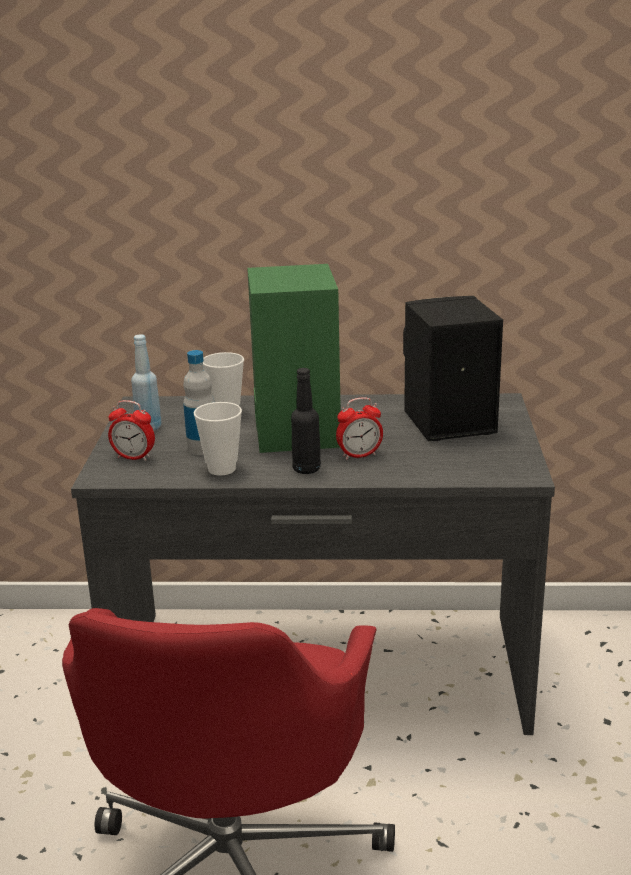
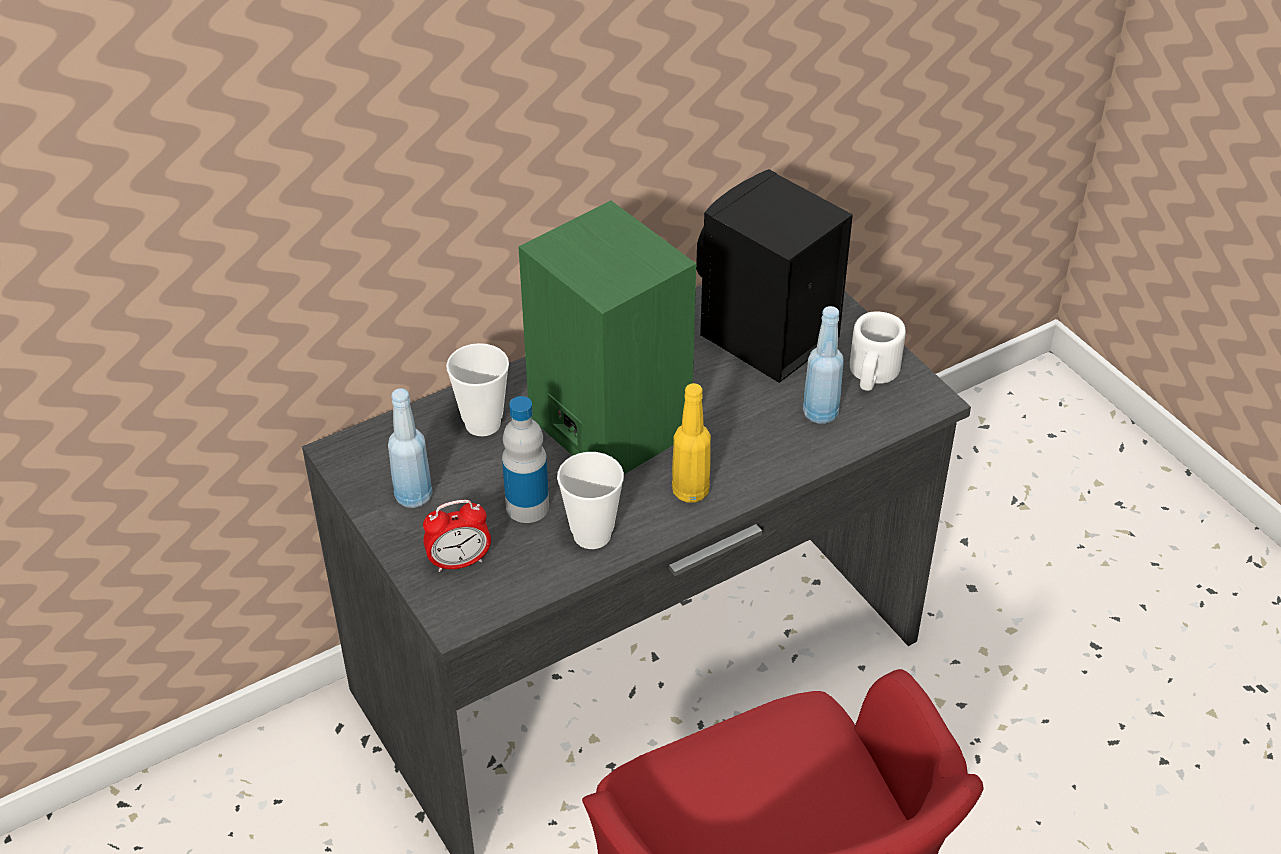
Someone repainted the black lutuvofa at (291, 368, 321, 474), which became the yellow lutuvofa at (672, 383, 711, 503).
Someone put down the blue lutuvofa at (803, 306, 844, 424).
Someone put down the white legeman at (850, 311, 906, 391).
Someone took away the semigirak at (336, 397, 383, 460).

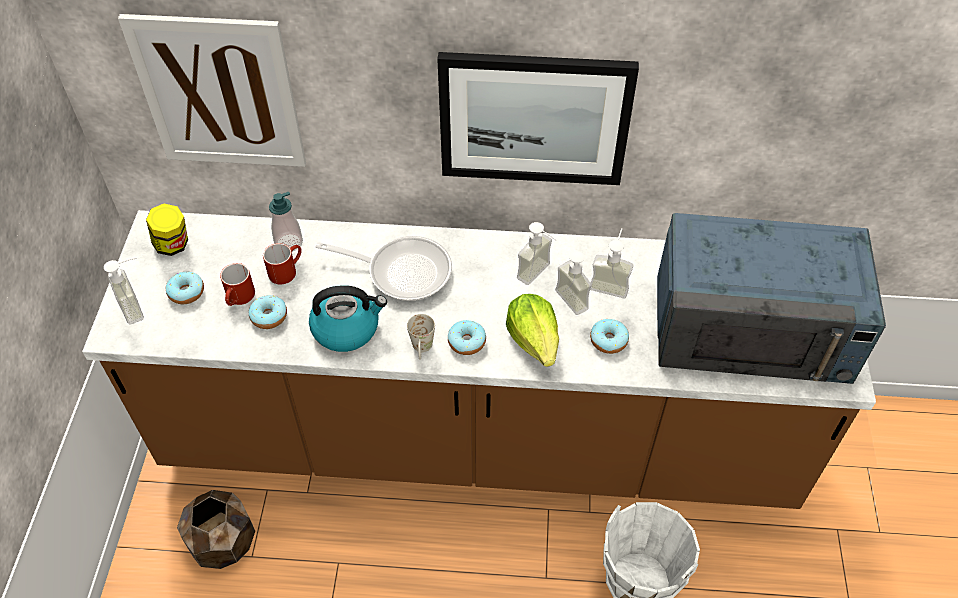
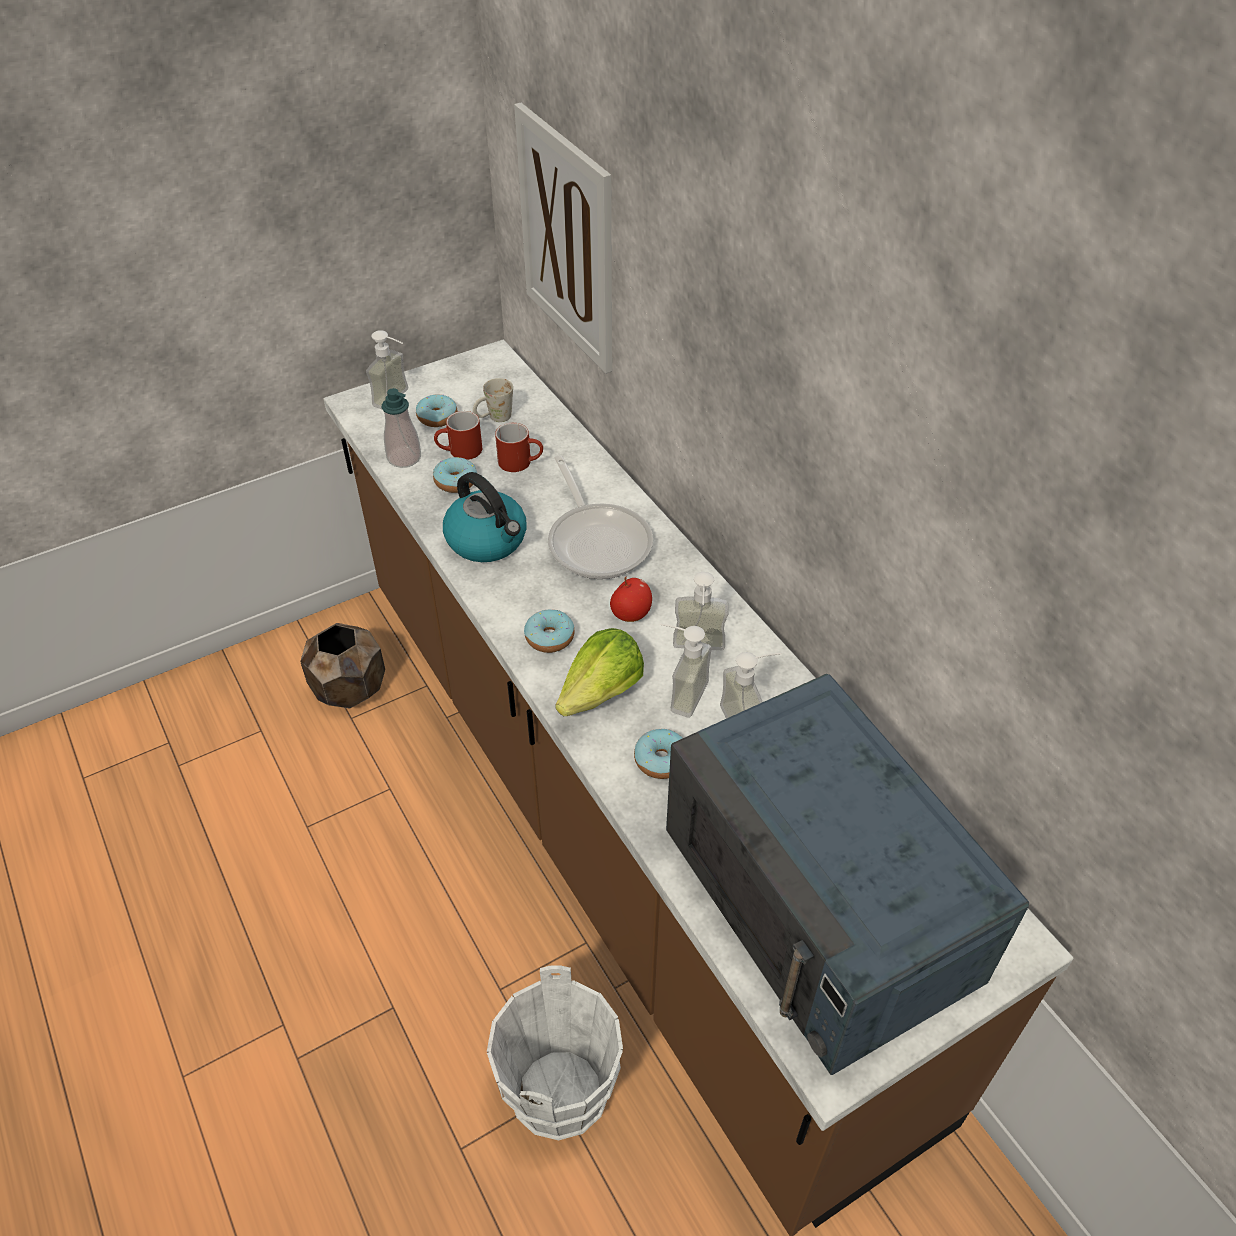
Someone carried the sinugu from (269, 192, 303, 252) to (382, 388, 421, 468).
Someone carried the white legeman from (407, 314, 435, 360) to (473, 378, 513, 422).
Someone put down the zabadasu at (610, 577, 652, 622).
Someone took away the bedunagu at (146, 204, 188, 256).
Someone took away the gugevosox at (437, 52, 639, 185).

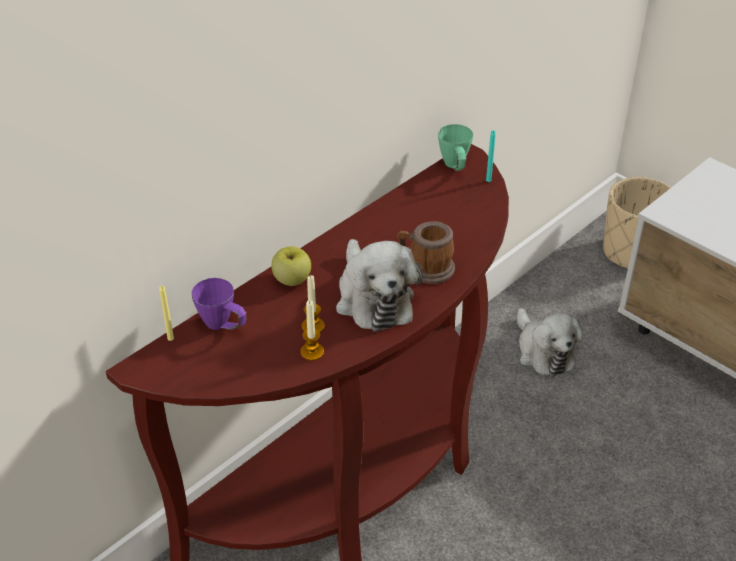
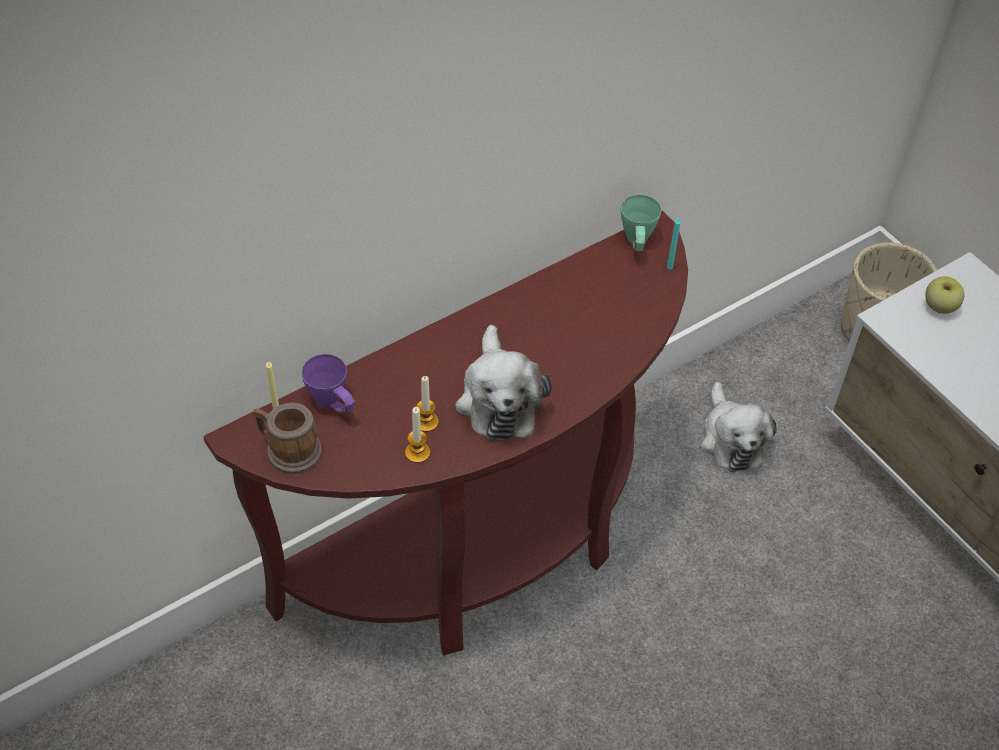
Someone carried the legeman from (397, 221, 455, 284) to (253, 403, 322, 474).
Someone carried the zabadasu from (272, 246, 311, 286) to (926, 276, 964, 314).

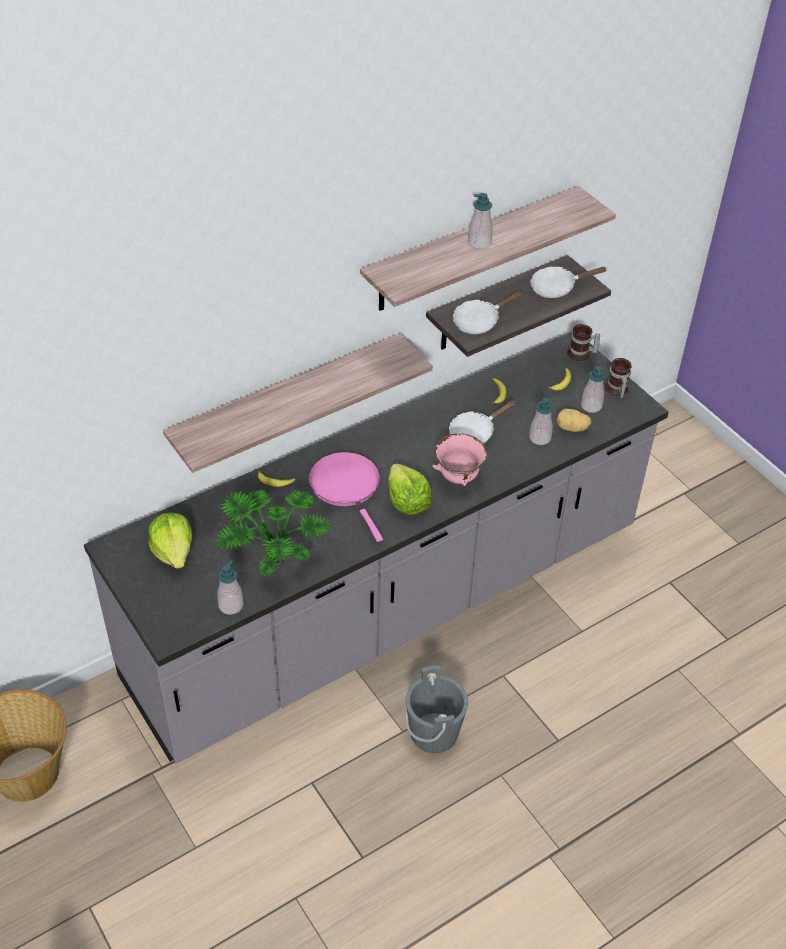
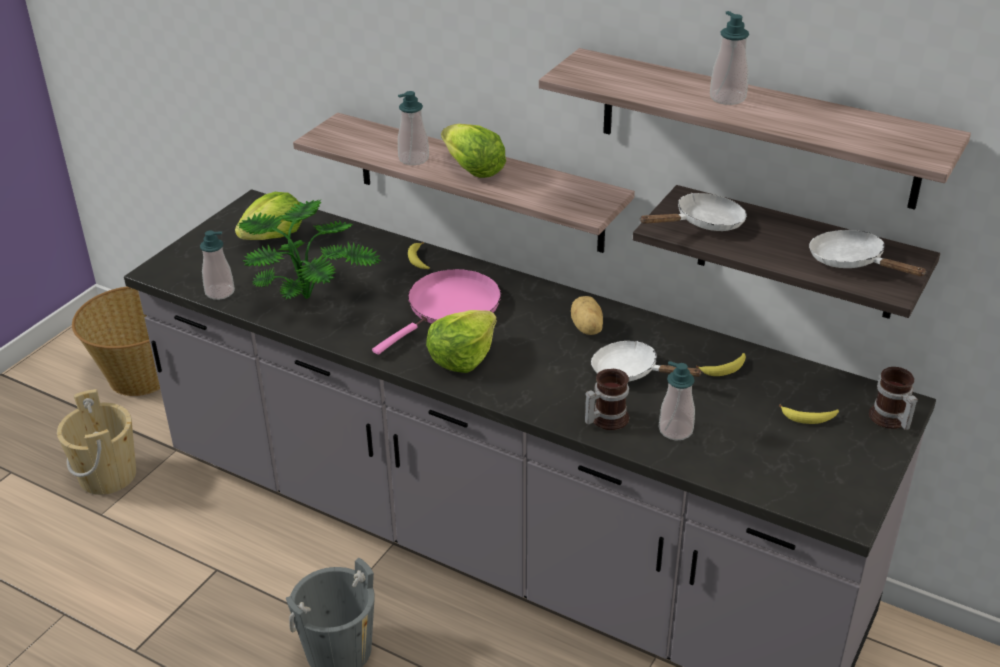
Someone put down the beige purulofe at (57, 389, 136, 495).
Someone carried the sinugu from (581, 366, 605, 413) to (398, 91, 429, 165).
Someone put down the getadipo at (441, 124, 506, 178).
Someone carried the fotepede from (556, 409, 591, 432) to (571, 296, 603, 335).
Someone carried the legeman from (605, 358, 632, 398) to (585, 369, 629, 430).
Someone rotated the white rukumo at (452, 290, 524, 334) by 120 degrees clockwise.
Someone took away the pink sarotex at (433, 433, 488, 486).

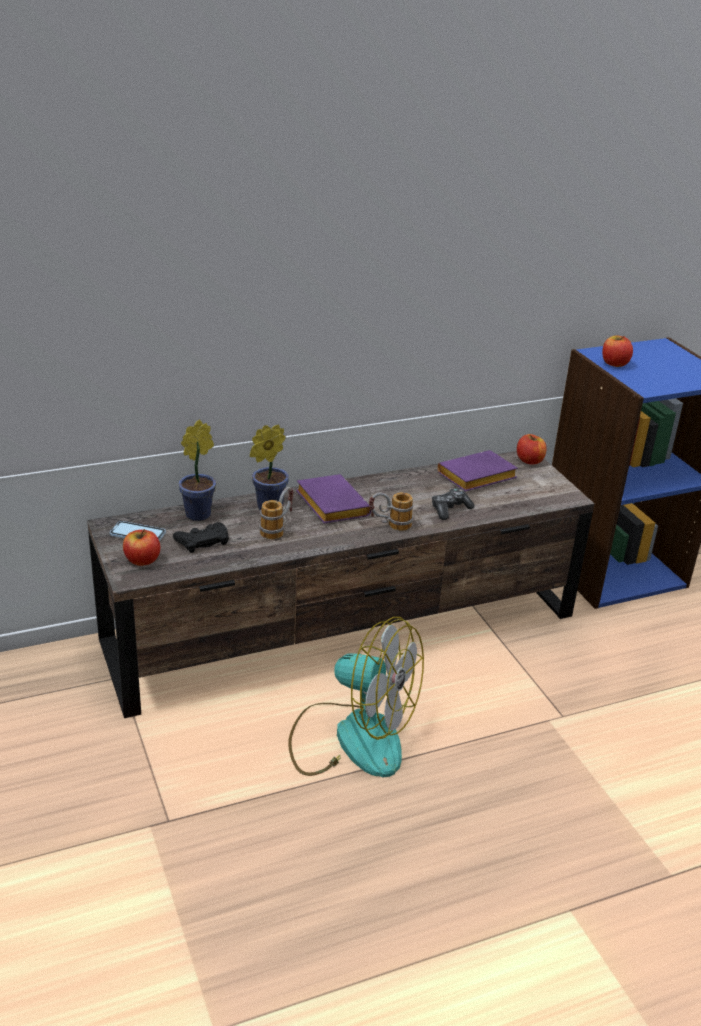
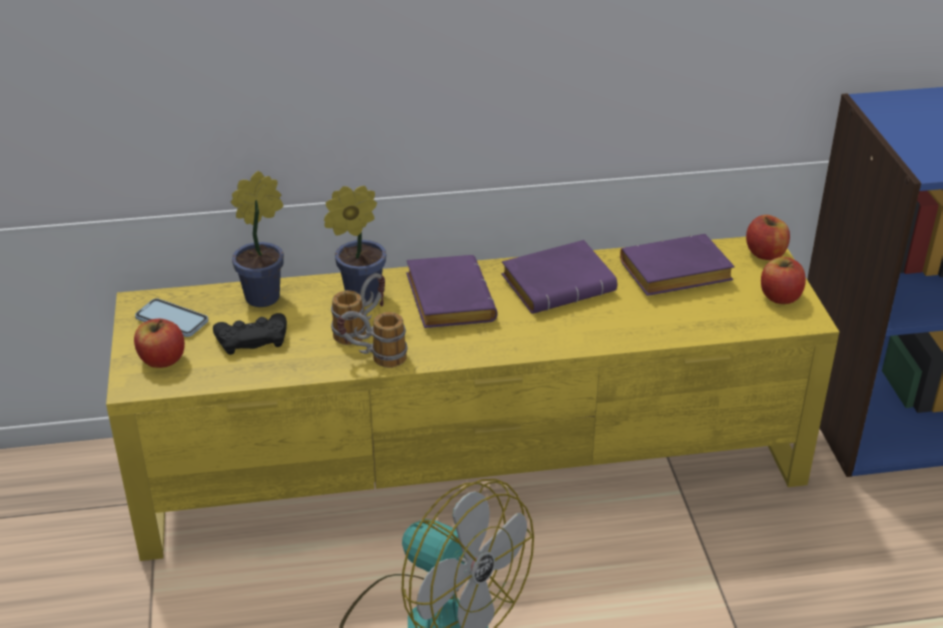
Someone repainted the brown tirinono at (87, 451, 595, 718), which became the yellow tirinono at (106, 237, 839, 561).
Someone carried the legeman from (369, 492, 414, 531) to (337, 311, 407, 368).
Someone put down the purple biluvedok at (501, 240, 617, 314).
Someone carried the zabadasu from (602, 335, 633, 367) to (761, 257, 806, 304).
Someone took away the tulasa at (432, 488, 475, 520).

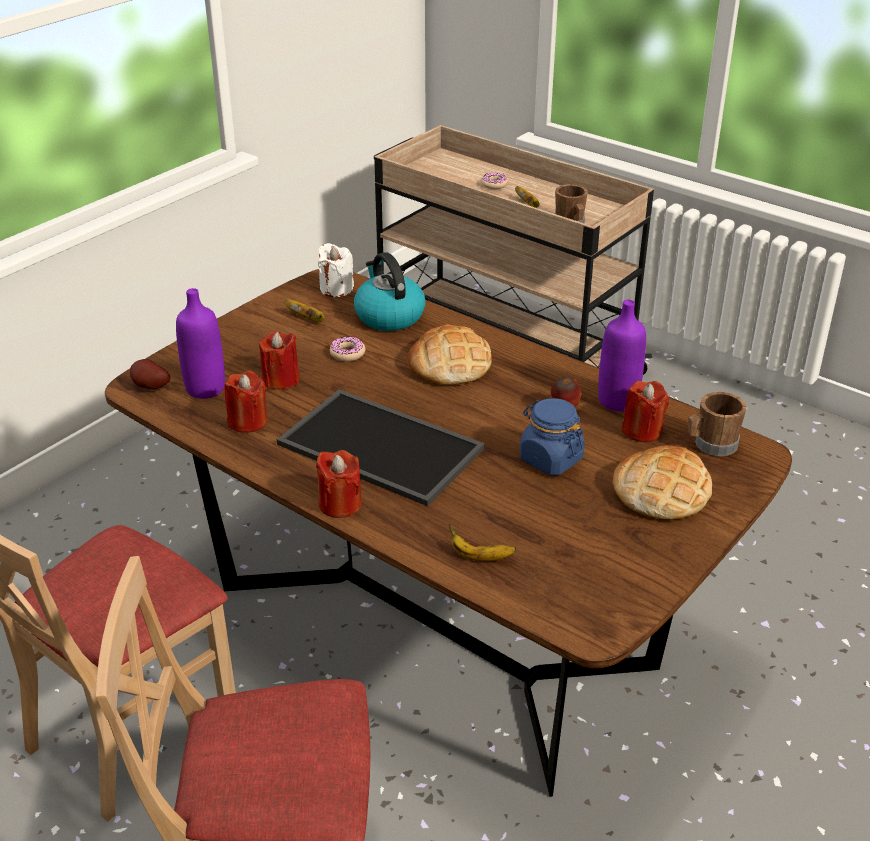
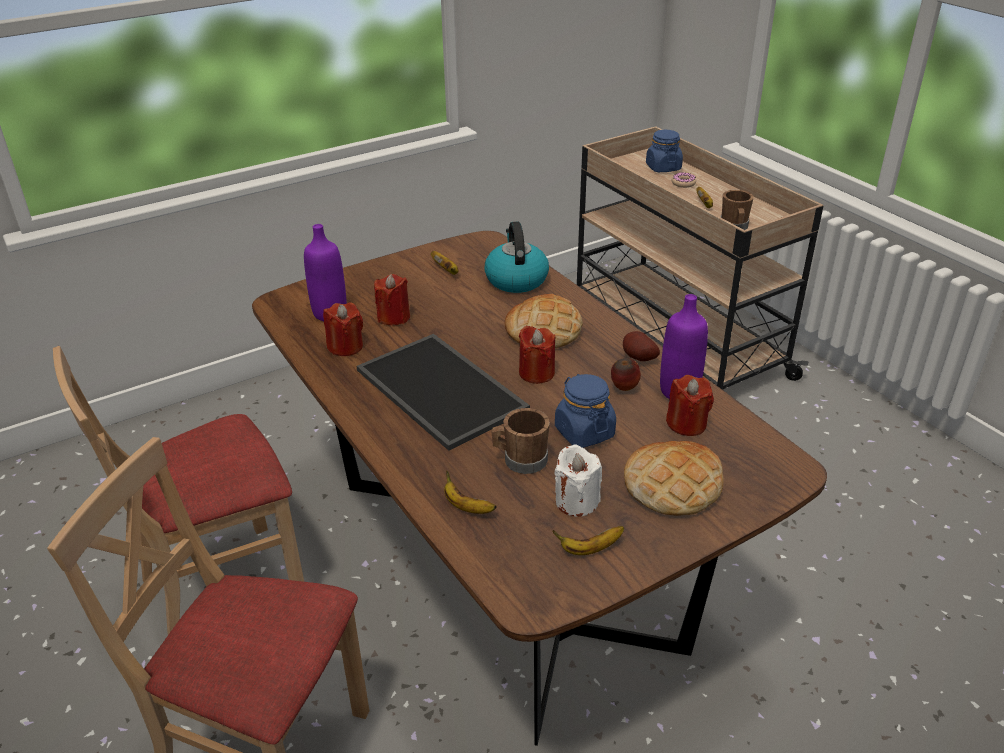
Someone carried the brown legeman from (687, 392, 747, 456) to (492, 408, 550, 474).
Someone carried the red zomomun from (316, 450, 362, 518) to (519, 326, 555, 384).
Someone put down the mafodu at (552, 526, 624, 555).
Someone carried the white zomomun from (318, 243, 354, 297) to (555, 444, 602, 517).
Someone carried the fotepede from (130, 359, 170, 390) to (623, 331, 660, 361).
Someone put down the blue bedunagu at (646, 130, 683, 172).
Someone took away the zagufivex at (330, 336, 365, 362).

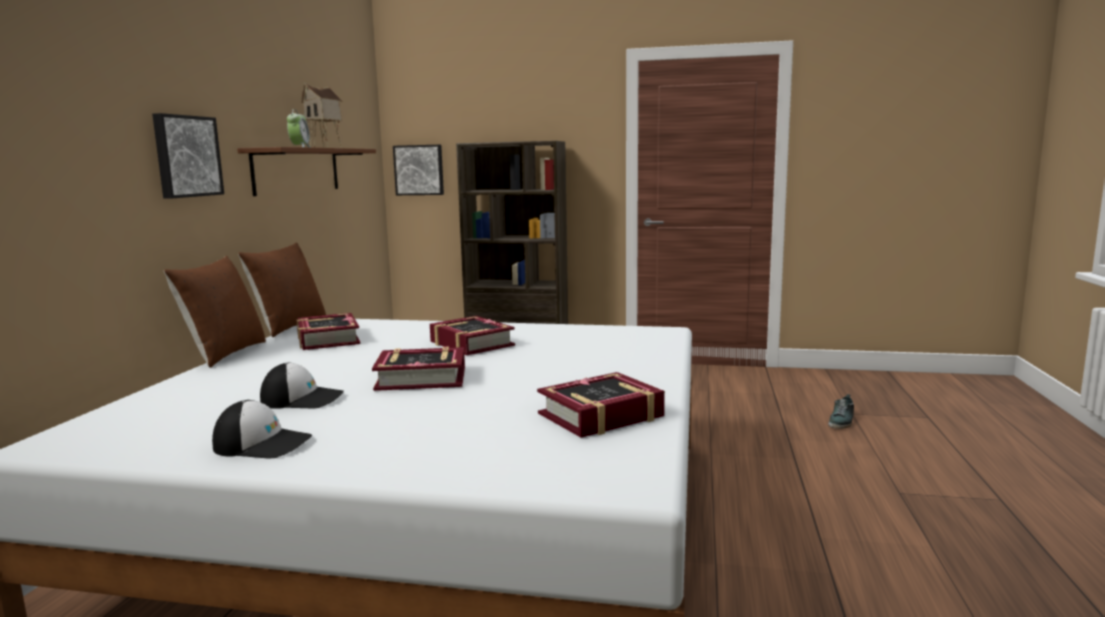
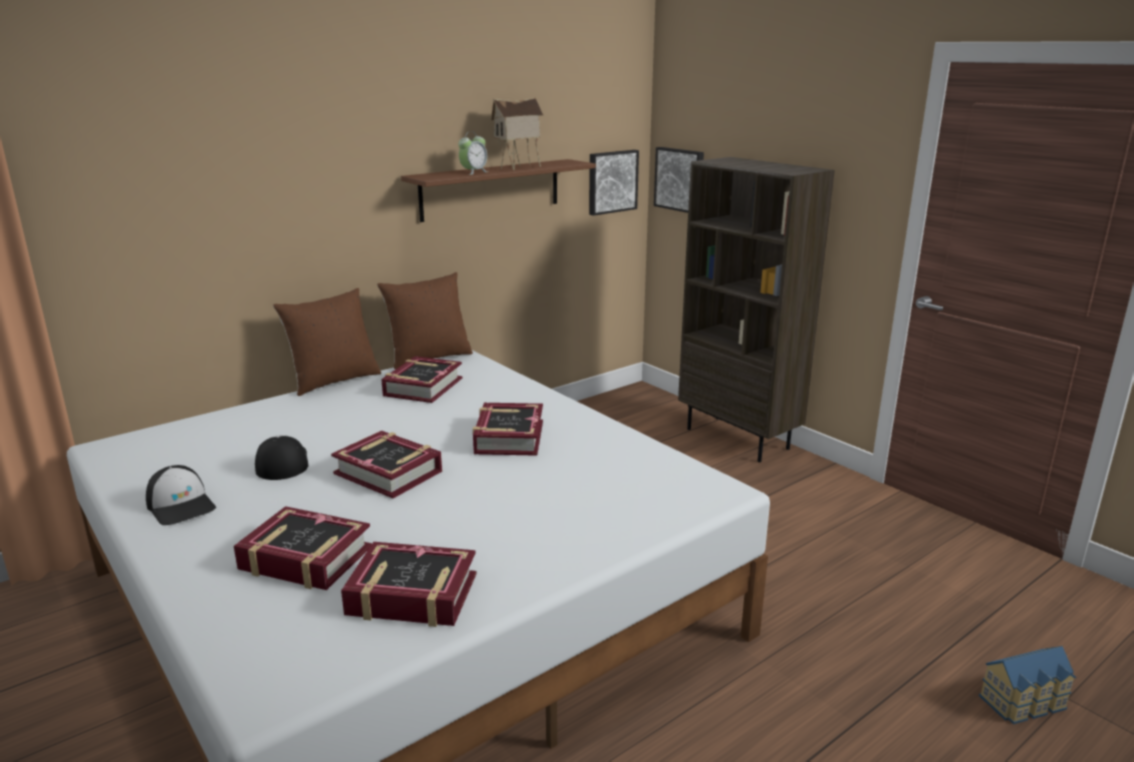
Someone put down the biluvedok at (234, 506, 372, 590).
Someone rotated the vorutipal at (260, 363, 344, 409) by 150 degrees counterclockwise.
Someone carried the gugevosox from (152, 113, 224, 199) to (589, 150, 639, 216).
Someone swapped the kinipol at (828, 394, 854, 429) for the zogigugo at (979, 646, 1076, 724).

